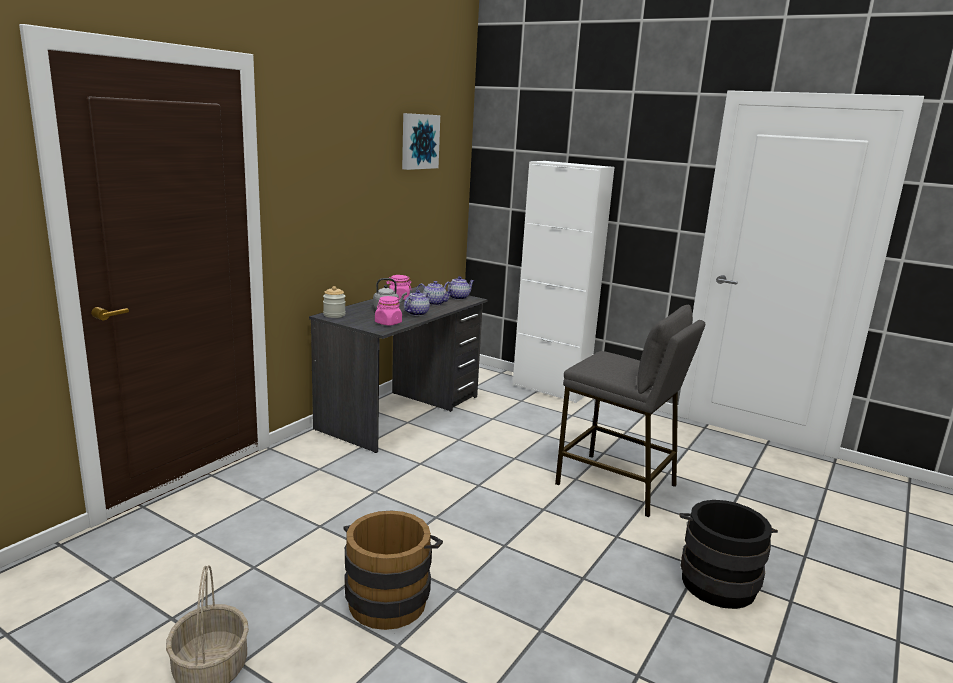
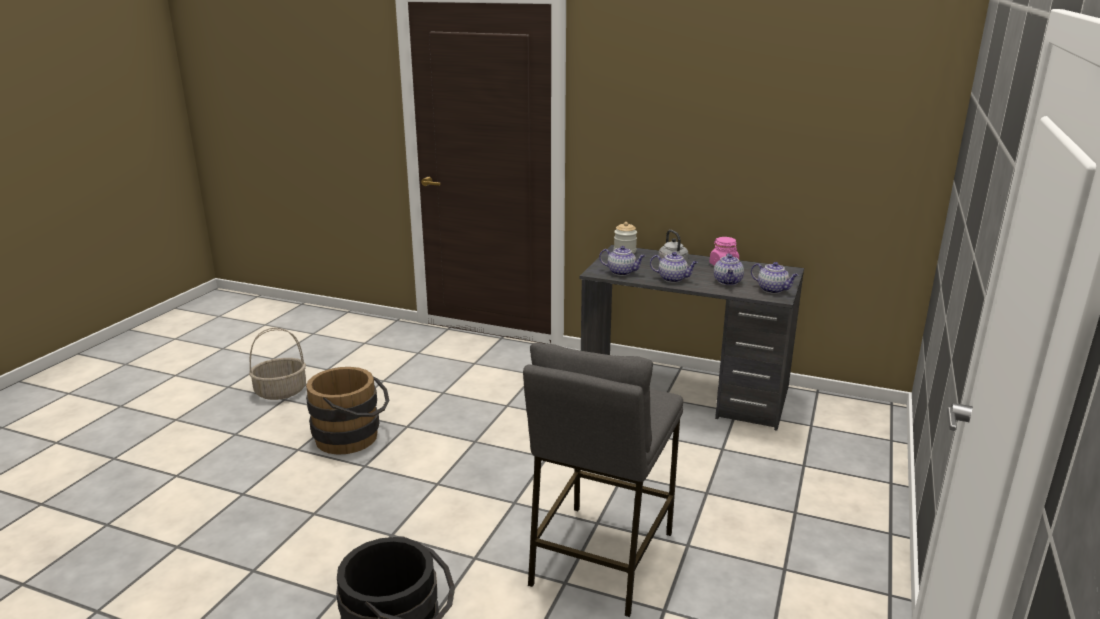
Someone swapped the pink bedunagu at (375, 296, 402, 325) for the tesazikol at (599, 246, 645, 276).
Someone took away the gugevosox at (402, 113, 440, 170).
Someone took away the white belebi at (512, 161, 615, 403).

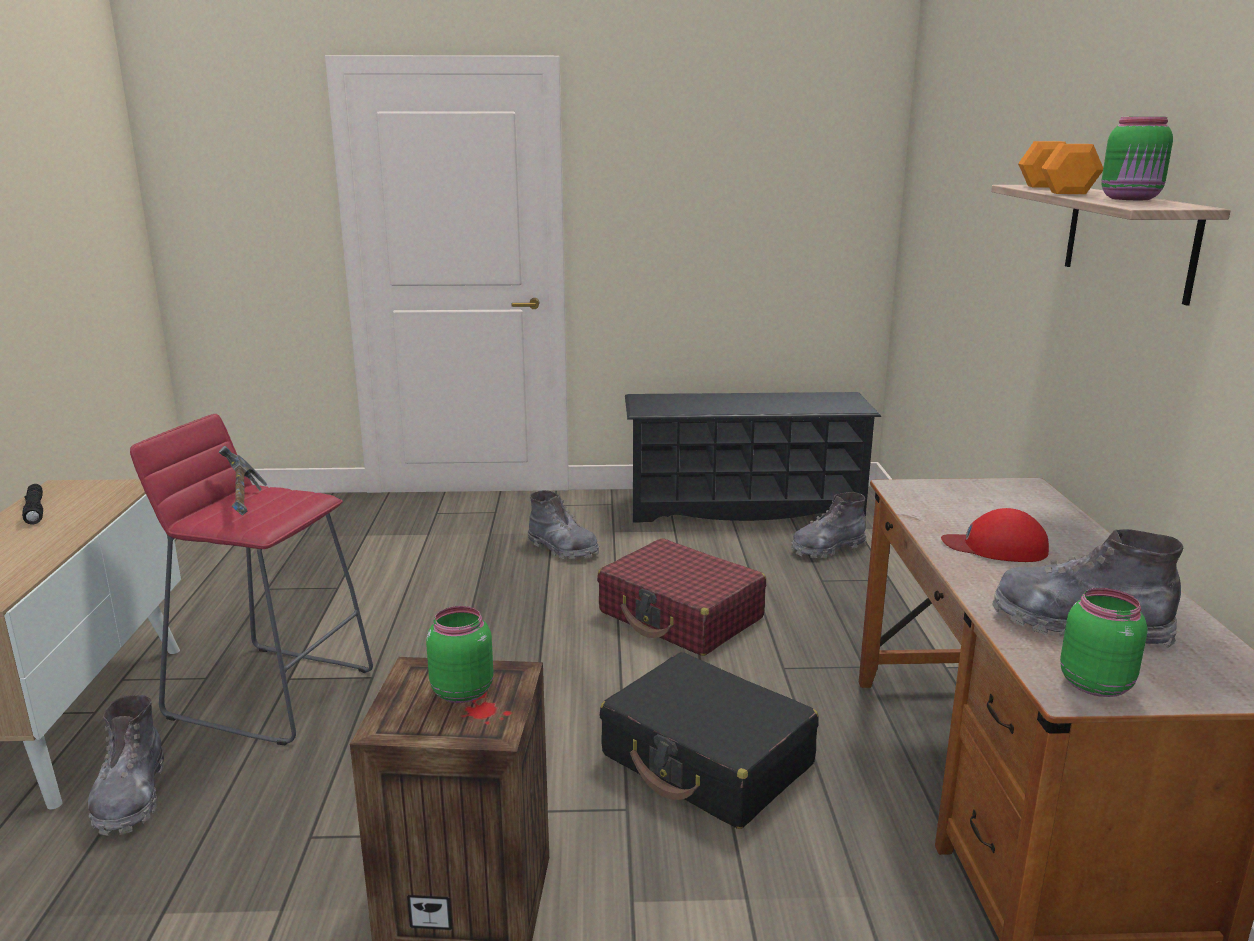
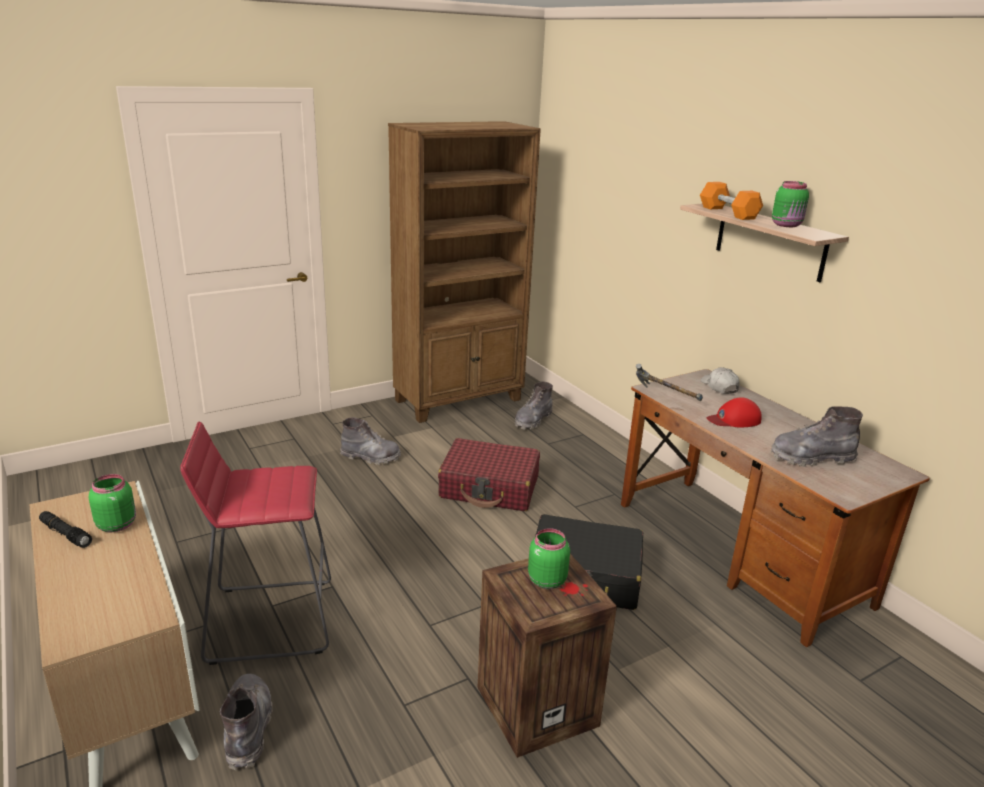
Someone carried the green bedunagu from (1060, 588, 1148, 697) to (89, 474, 136, 532).
Someone rotated the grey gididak at (88, 695, 164, 836) by 150 degrees counterclockwise.
Someone swapped the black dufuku at (625, 392, 881, 523) for the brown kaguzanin at (388, 121, 541, 423).
Someone carried the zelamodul from (219, 446, 268, 515) to (636, 364, 703, 402).
Someone put down the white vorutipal at (701, 367, 739, 394).

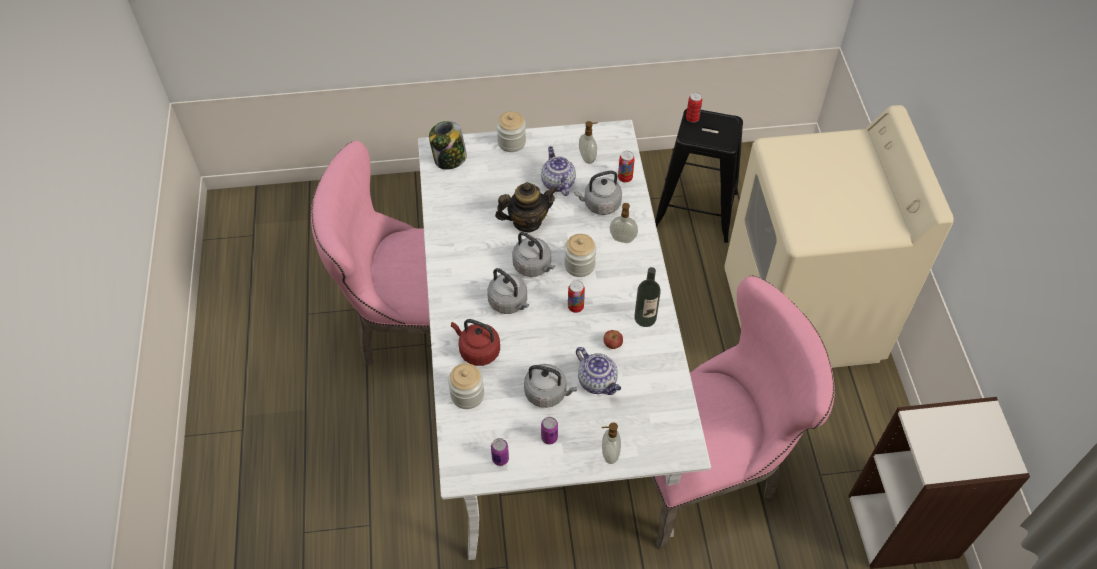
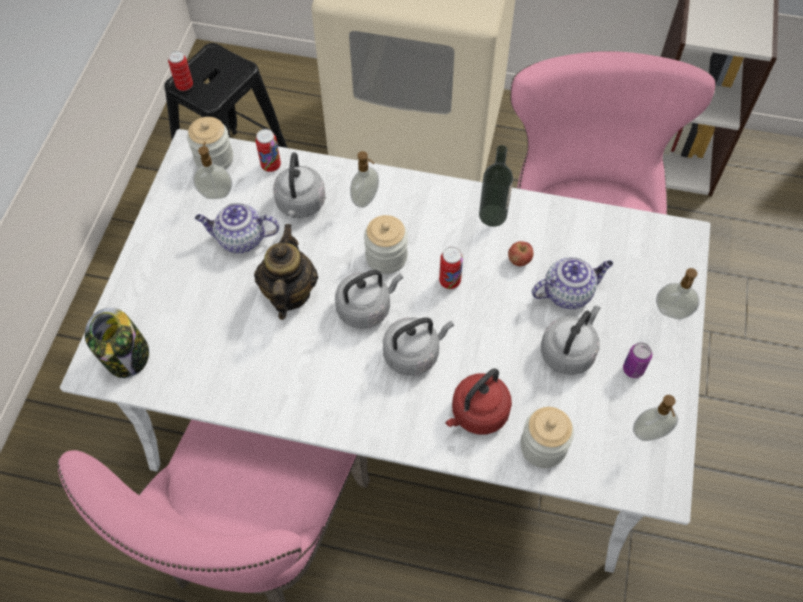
Someone carried the bedunagu from (497, 111, 526, 152) to (187, 117, 233, 169).
Someone swapped the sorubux at (491, 438, 509, 466) for the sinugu at (633, 395, 678, 441).

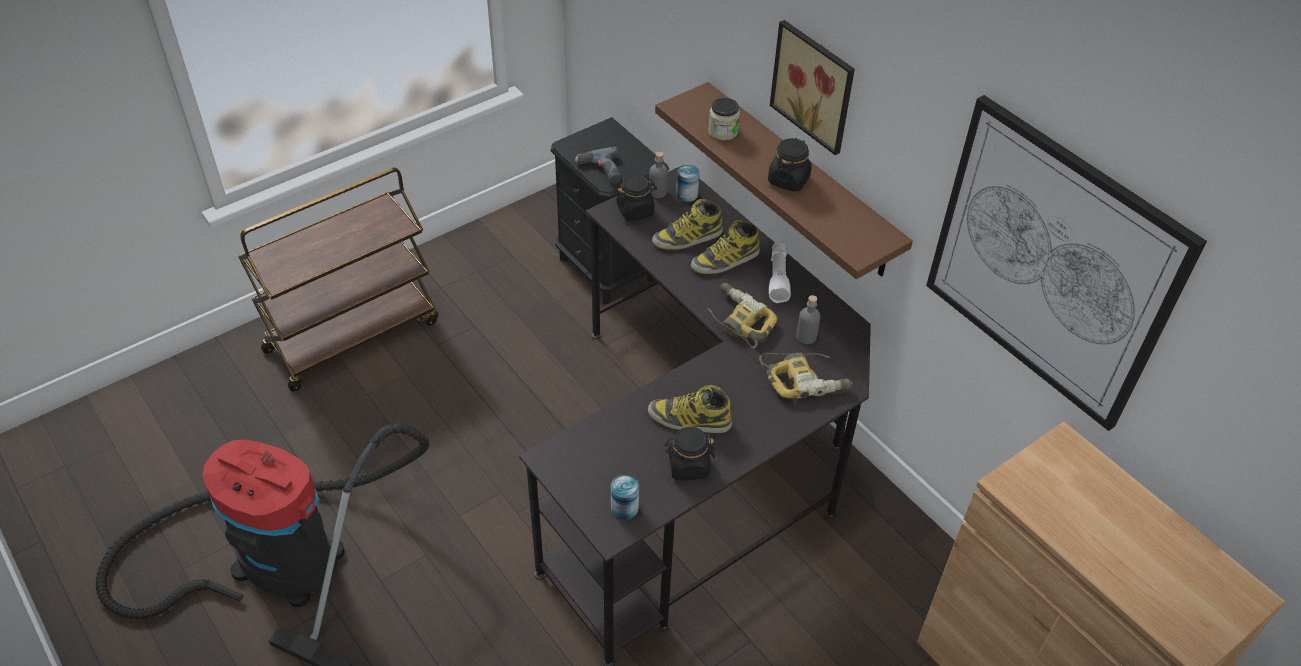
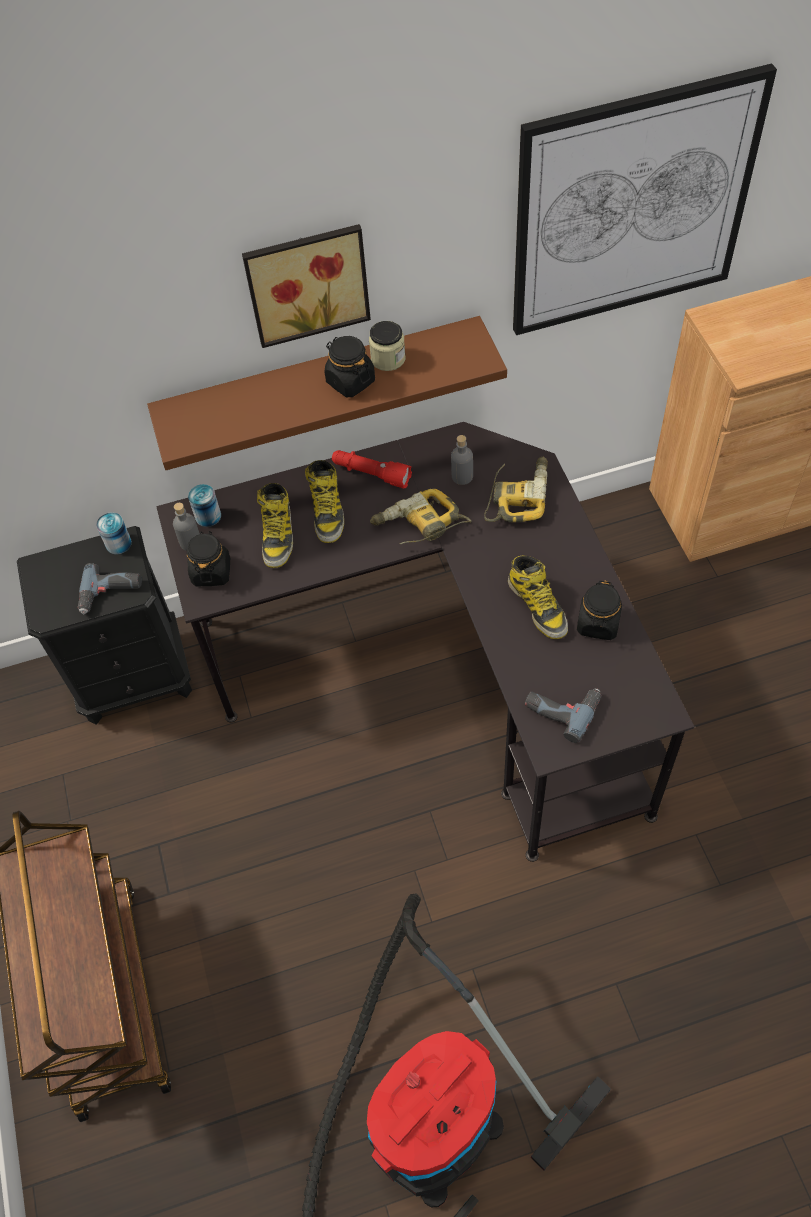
Someone carried the sorubux from (611, 474, 639, 520) to (96, 513, 132, 554).
Someone repainted the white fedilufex at (769, 242, 791, 303), which became the red fedilufex at (332, 450, 412, 489).
Someone carried the bedunagu from (708, 98, 740, 140) to (369, 321, 406, 371).
Someone rotated the gididak at (648, 385, 732, 433) by 60 degrees counterclockwise.
Someone put down the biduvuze at (525, 688, 601, 743).

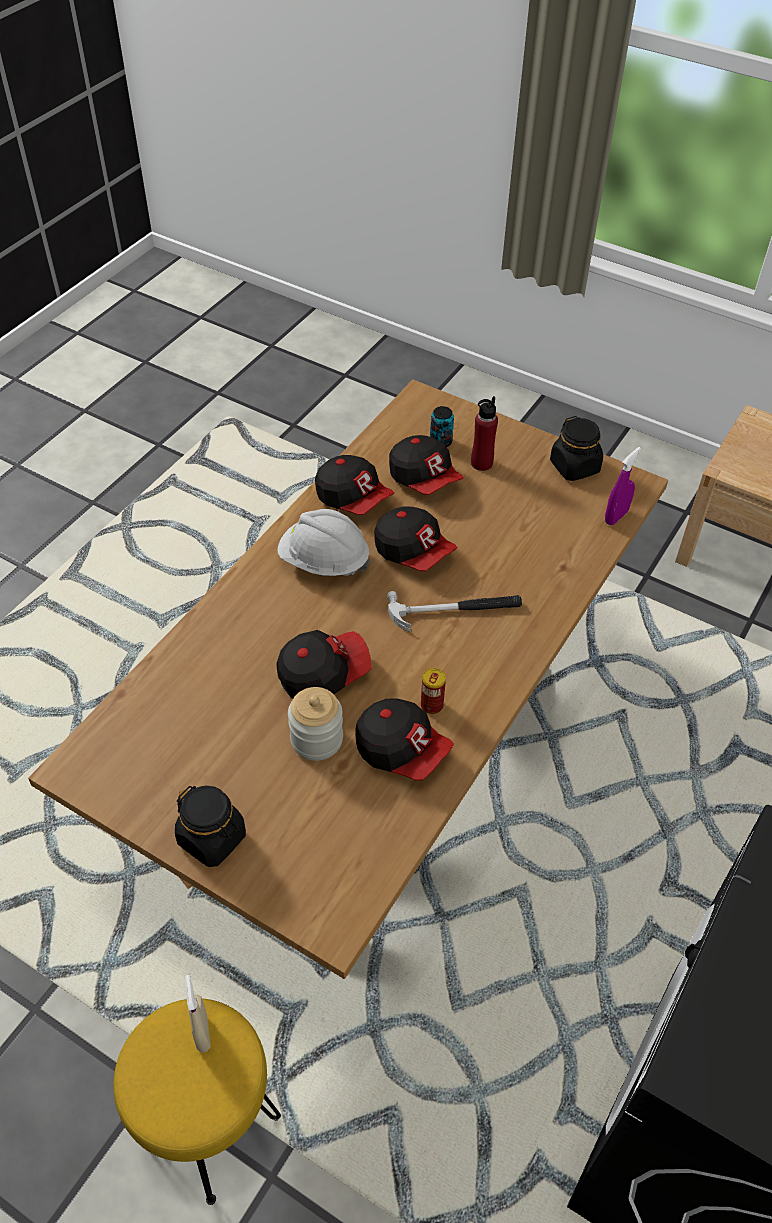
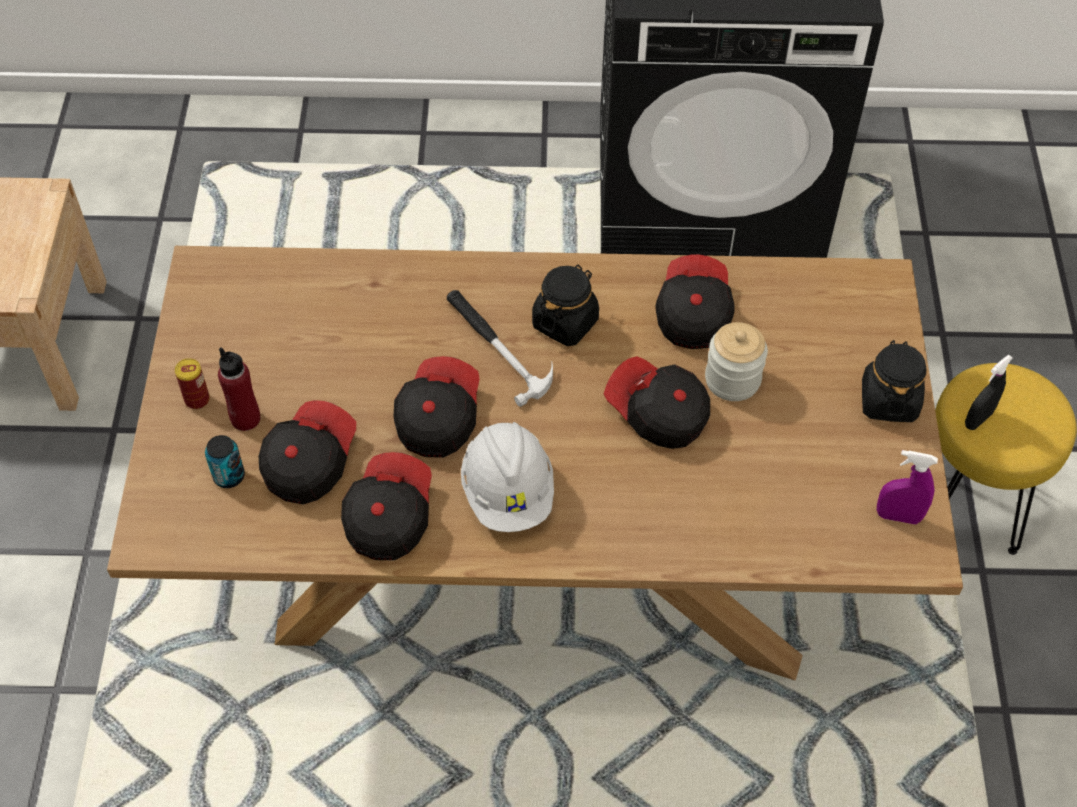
Someone carried the sorubux from (421, 668, 446, 714) to (175, 358, 210, 409).
Someone carried the black bedunagu from (550, 416, 603, 481) to (532, 265, 599, 346).
Someone carried the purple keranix from (605, 447, 641, 525) to (877, 450, 938, 524).
Someone repainted the beige keranix at (185, 975, 211, 1053), which became the black keranix at (965, 355, 1013, 430).

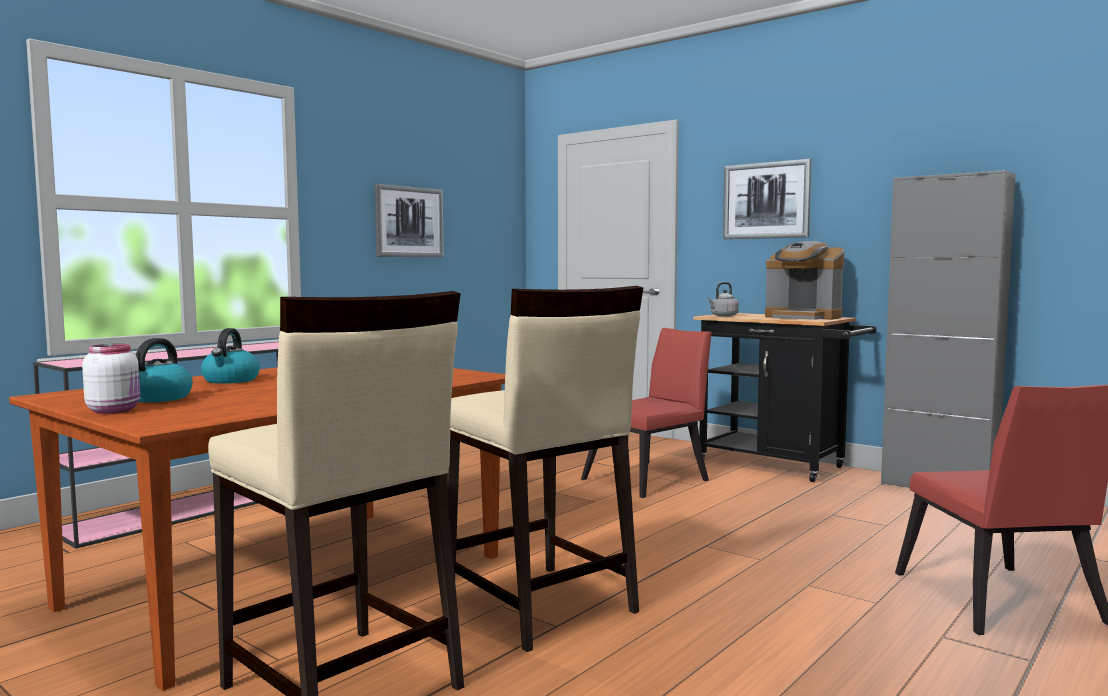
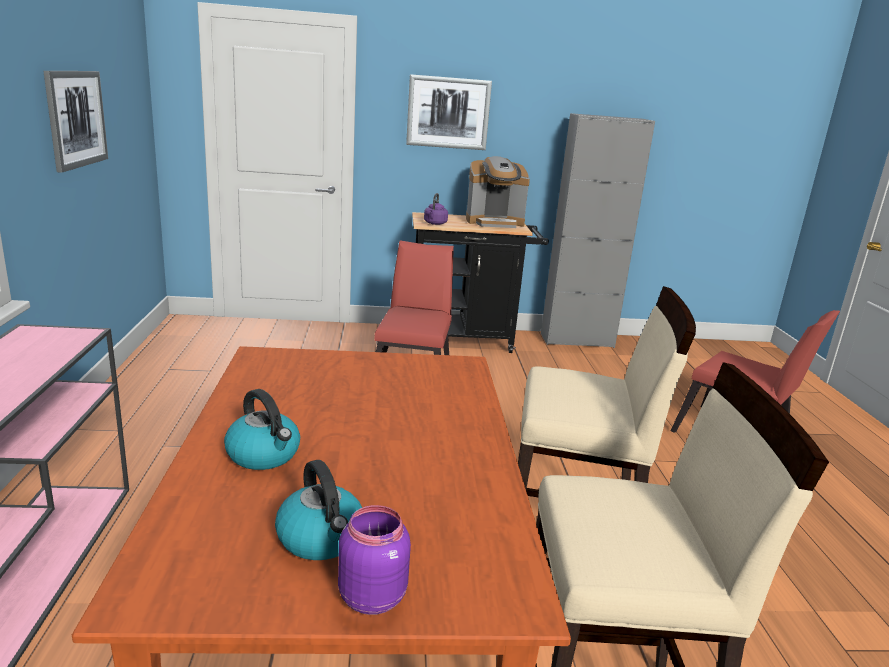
Someone repainted the white bedunagu at (82, 344, 140, 414), which became the purple bedunagu at (338, 505, 411, 615).
Someone repainted the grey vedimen at (707, 282, 739, 317), which became the purple vedimen at (424, 193, 448, 225).

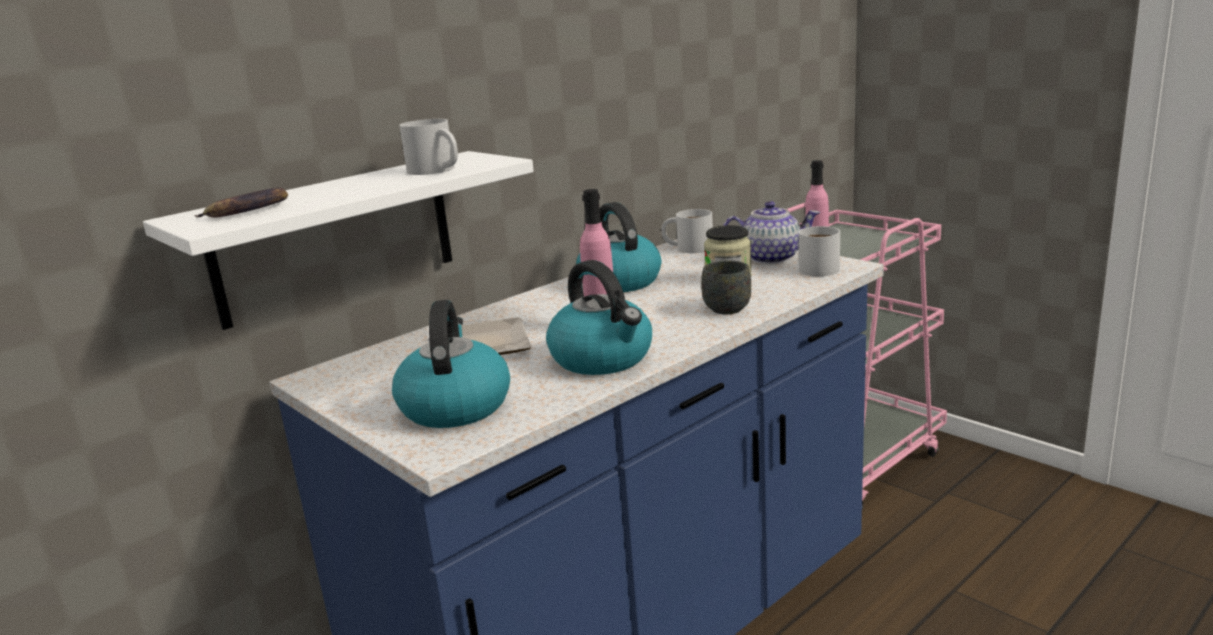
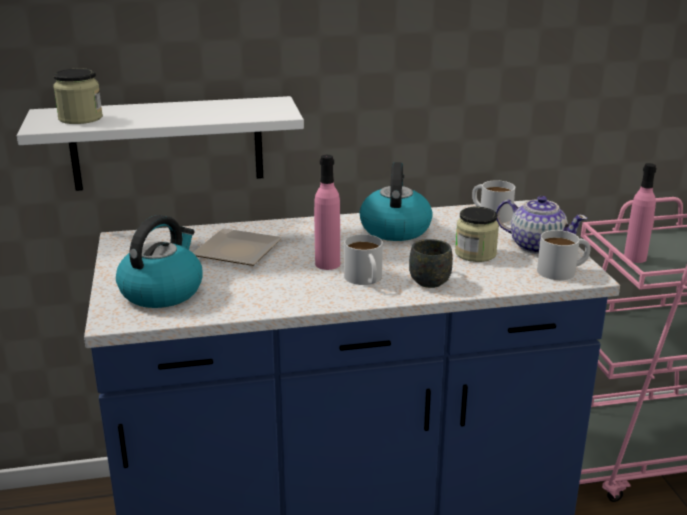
Someone swapped the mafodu at (195, 187, 288, 217) for the bedunagu at (53, 69, 103, 124).
Someone carried the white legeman from (399, 119, 458, 175) to (344, 234, 383, 285).
Someone took away the vedimen at (546, 260, 652, 375).

